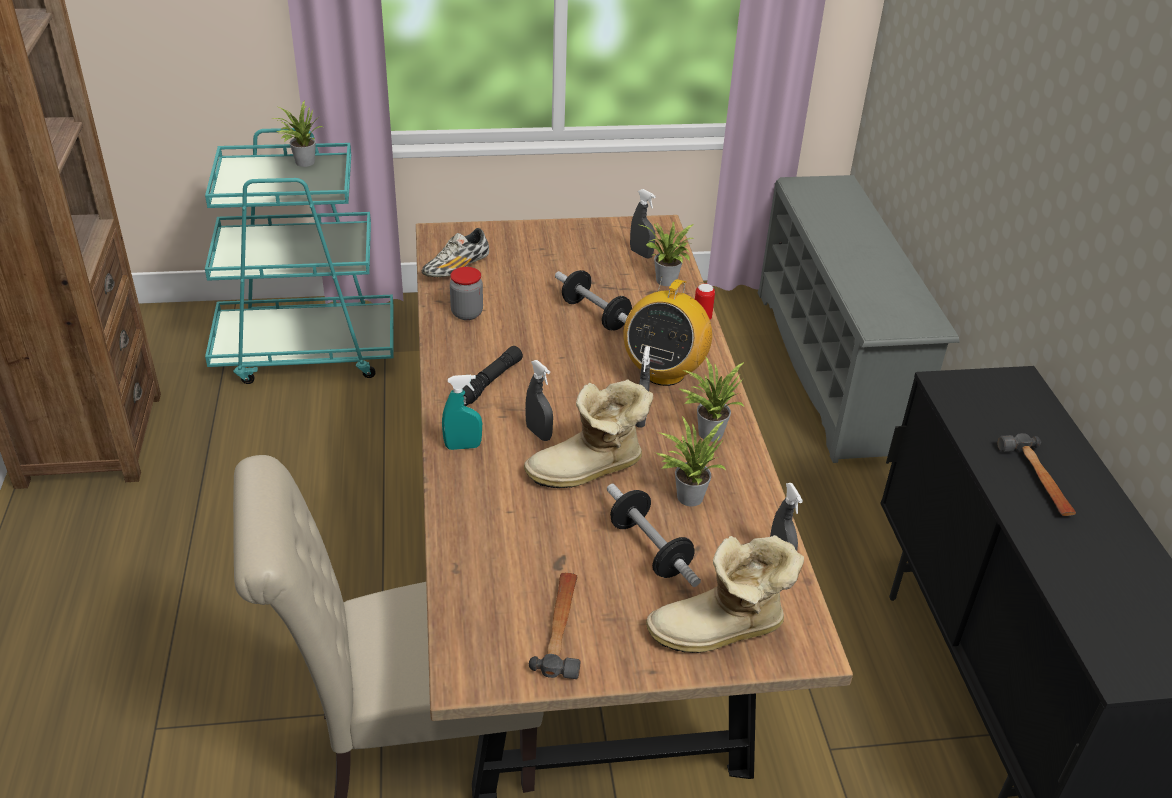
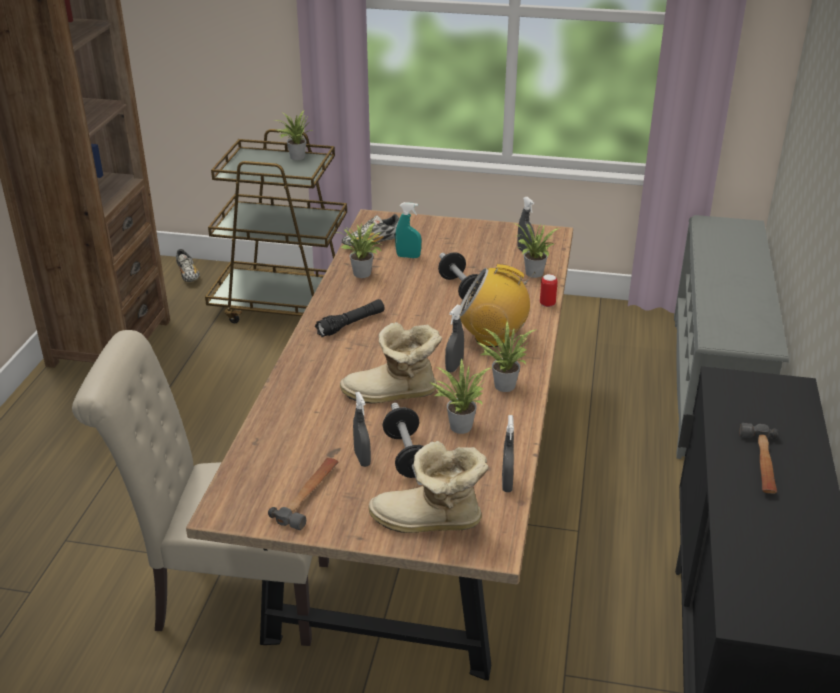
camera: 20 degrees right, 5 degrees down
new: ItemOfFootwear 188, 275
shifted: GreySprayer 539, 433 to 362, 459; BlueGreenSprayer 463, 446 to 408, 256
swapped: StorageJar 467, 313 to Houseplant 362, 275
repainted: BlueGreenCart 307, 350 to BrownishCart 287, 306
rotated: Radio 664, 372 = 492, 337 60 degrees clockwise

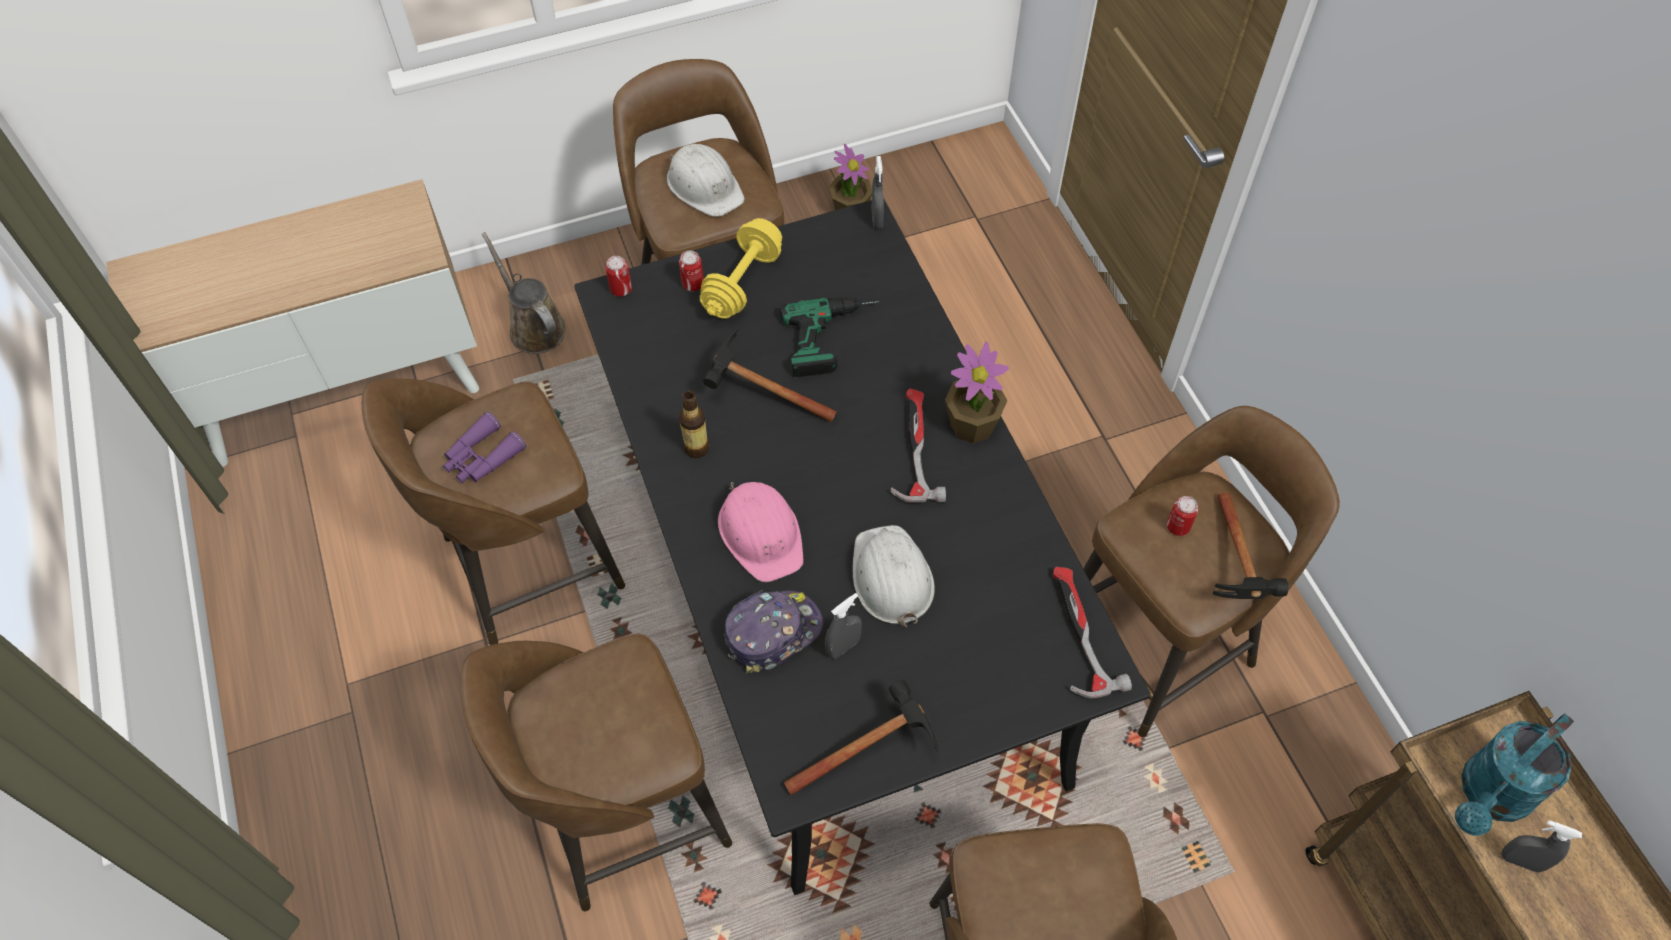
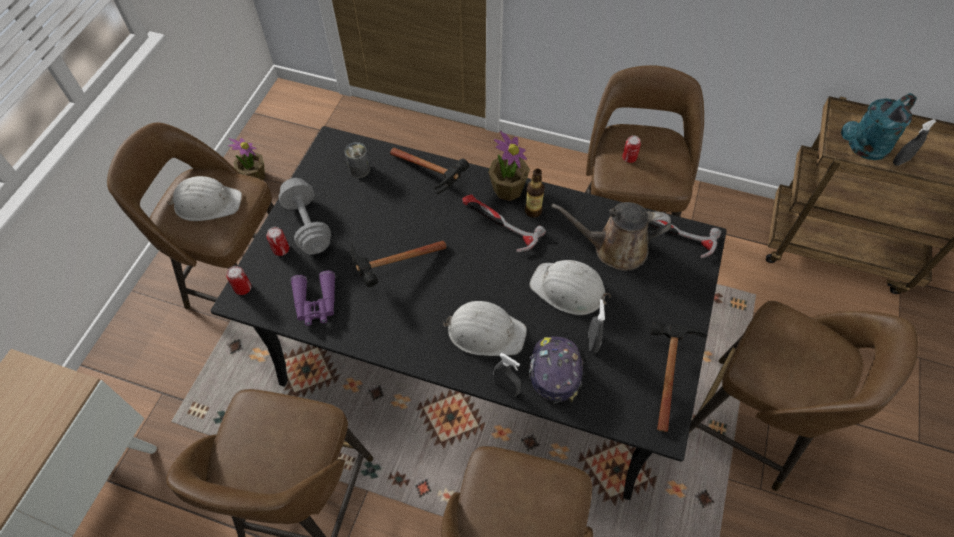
camera: 50 degrees left, 0 degrees up
gone: PowerDrill 834, 338
new: MetalCan 359, 169
shifted: PurplishFieldGlasses 482, 457 to 316, 303; Hammer 1238, 571 to 434, 179; GreySprayer 877, 219 to 506, 388; DrinkBottle 696, 448 to 533, 211; BrownishWateringCan 534, 327 to 614, 248
repainted: YellowishDumbbell 742, 283 to GreyDumbbell 308, 226; PinkSafetyHelmet 761, 533 to WhiteSafetyHelmet 485, 331
rotated: BlueGreenWateringCan 1489, 796 = 863, 148 60 degrees clockwise

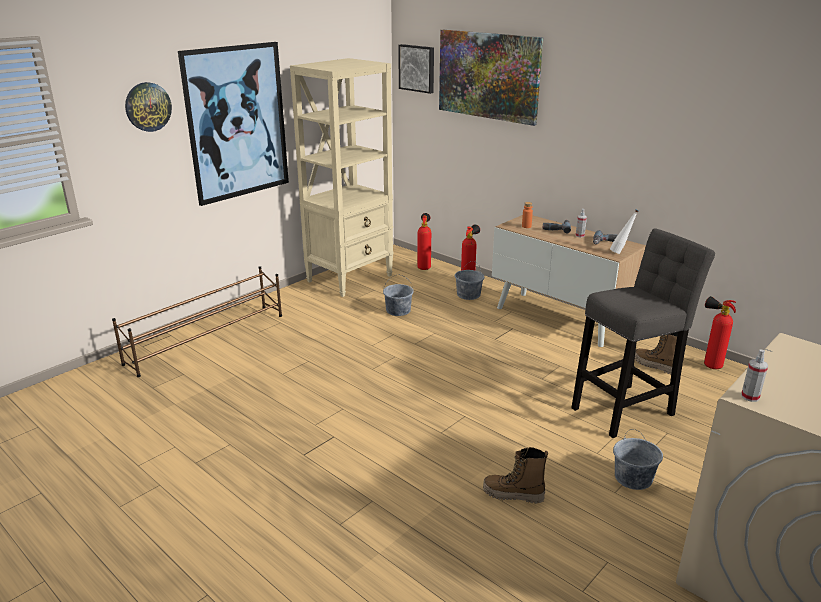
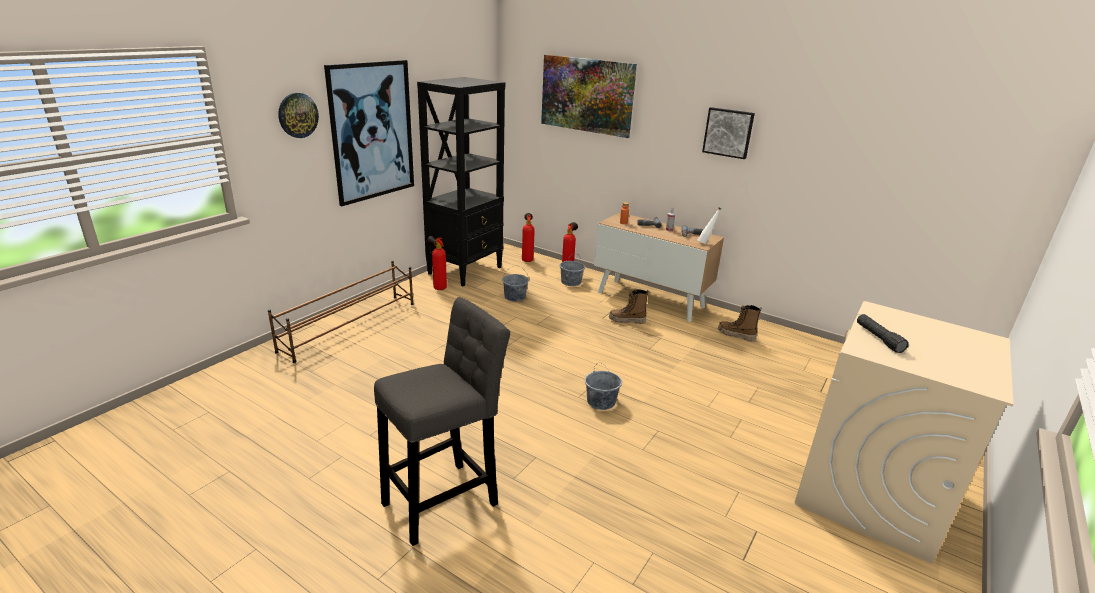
camera: 10 degrees left, 0 degrees up
gone: Sprayer 750, 397
new: BlackFlashlight 878, 339
shifted: GreyStoolSeat 626, 409 to 445, 500; Extinguisher 708, 365 to 438, 287; GreyWaterBucket 633, 478 to 601, 402; Boot 513, 495 to 627, 321; Picture 417, 68 to 728, 132
repainted: BeigeBookcase 350, 278 to BlackBookcase 465, 270

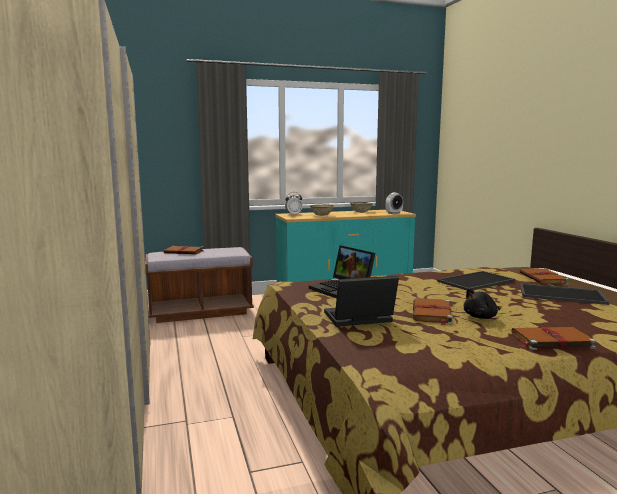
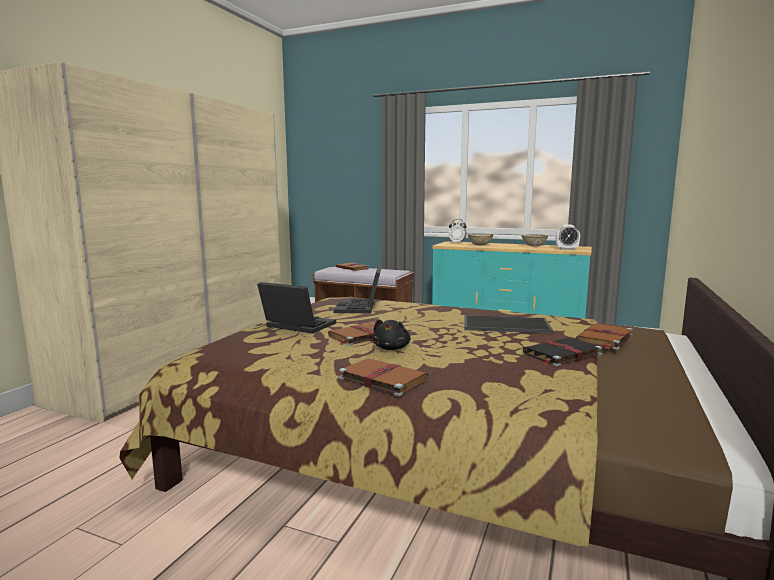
camera: 40 degrees right, 0 degrees up
swapped: CarryingTray 562, 294 to BlackBook 561, 354
rotated: BlackSoftToy 481, 317 = 392, 348 90 degrees counterclockwise

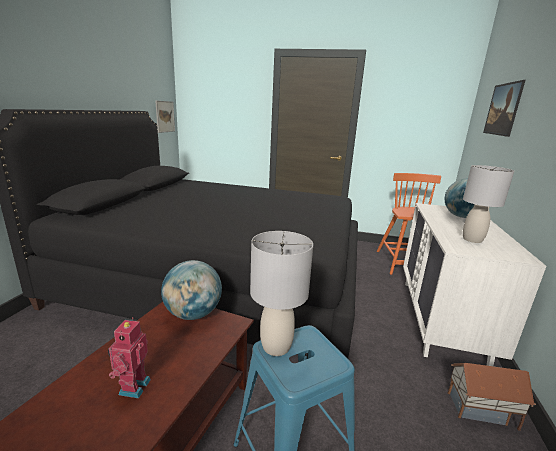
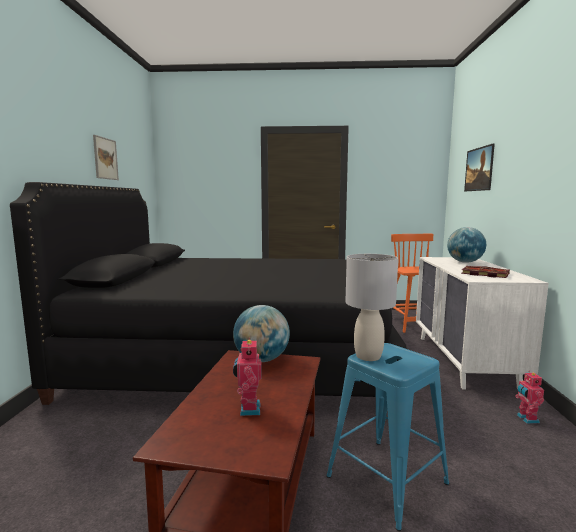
camera: 10 degrees left, 10 degrees down
shifted: Picture 165, 116 to 105, 158
swapped: GreyTabletopLamp 472, 239 to Book 483, 274; ModelHouse 481, 411 to ToyRobot 526, 419

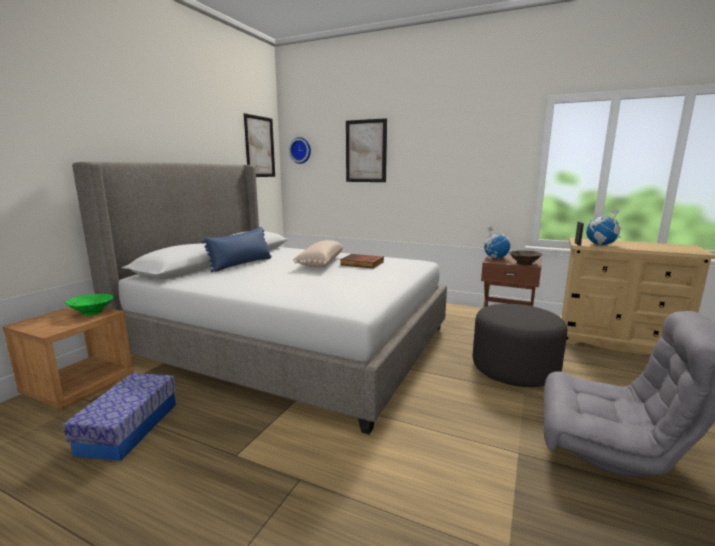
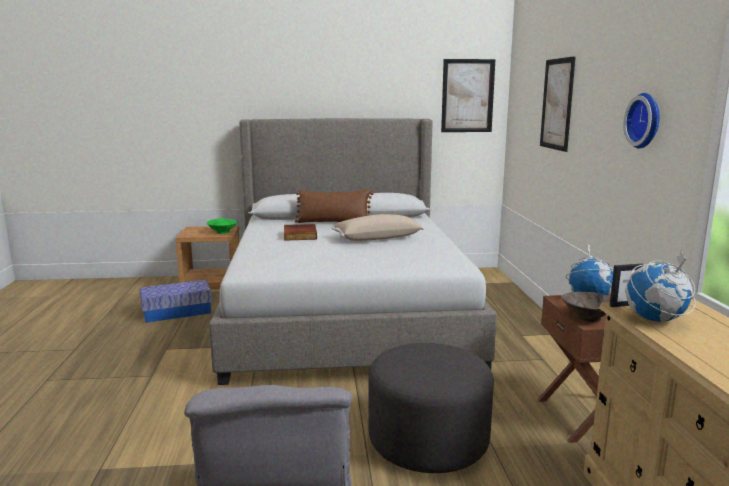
camera: 60 degrees right, 0 degrees up
shifted: Book 361, 263 to 299, 235; ClockOnTheWall 301, 150 to 646, 120
repainted: BluePillow 241, 264 to BrownishPillow 334, 222

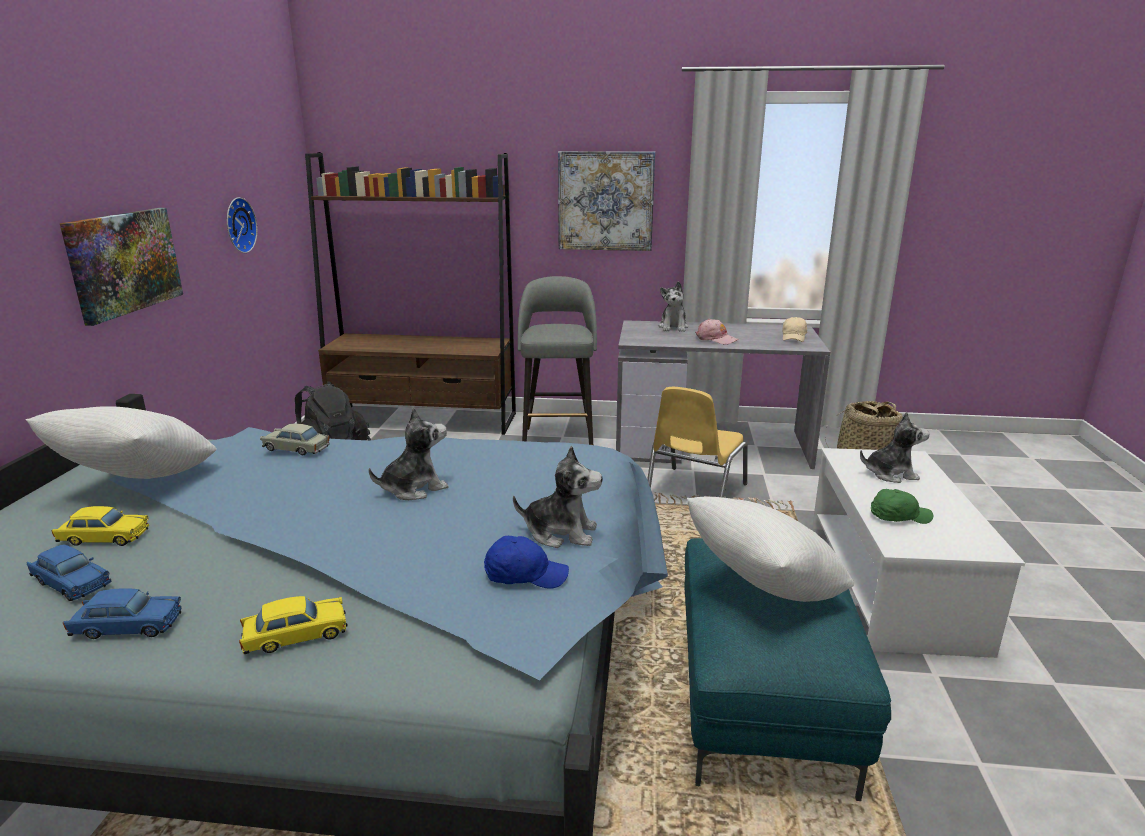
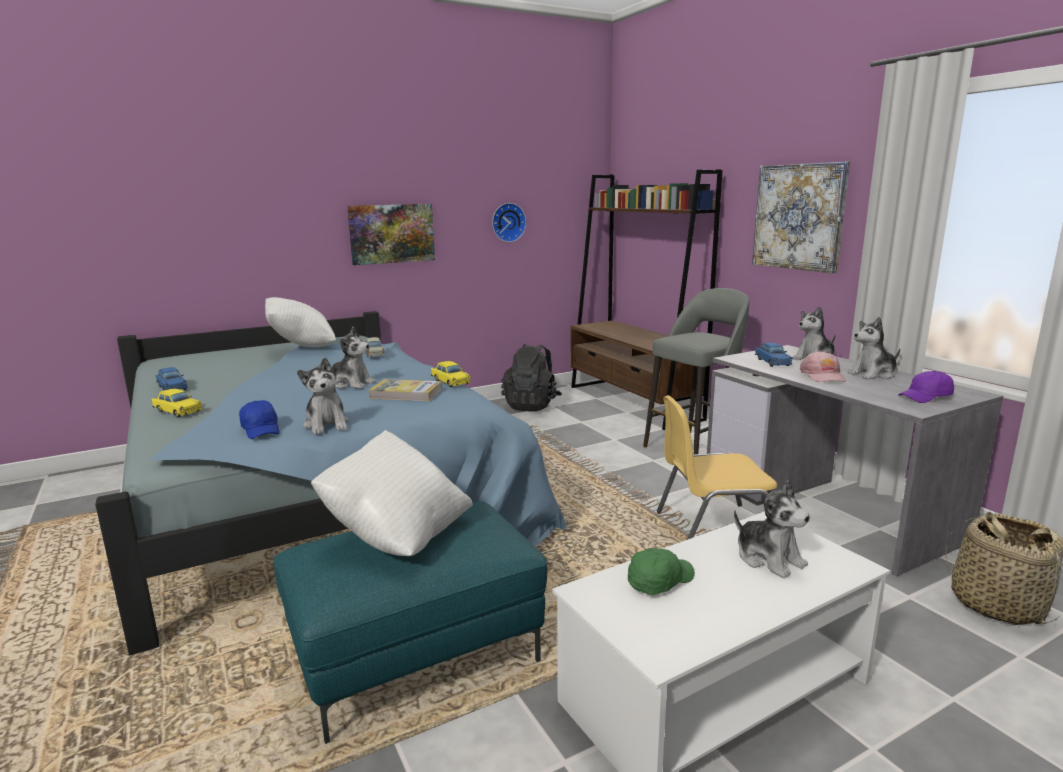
camera: 55 degrees right, 5 degrees down
new: Book 406, 393; SoftToy 873, 374
shifted: YellowishMiniatureCar 104, 537 to 450, 381; BlueMiniatureCar 71, 583 to 772, 362
repainted: BeigeCap 793, 337 to PurplishCap 926, 397
rotated: GreenishCap 898, 516 = 659, 581 90 degrees counterclockwise

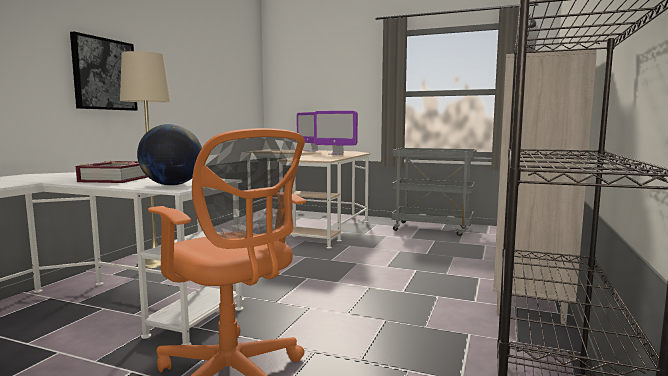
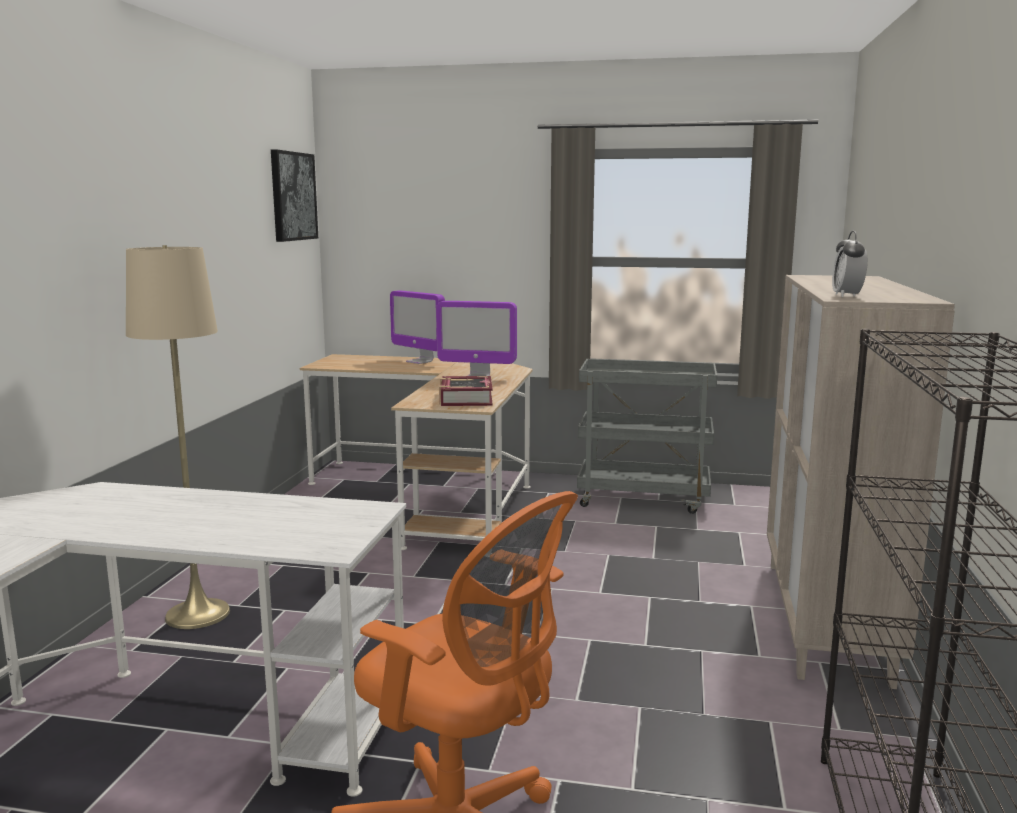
camera: 10 degrees left, 5 degrees up
gone: DeskGlobe 172, 185
shifted: Picture 104, 74 to 292, 196; Book 117, 179 to 465, 399

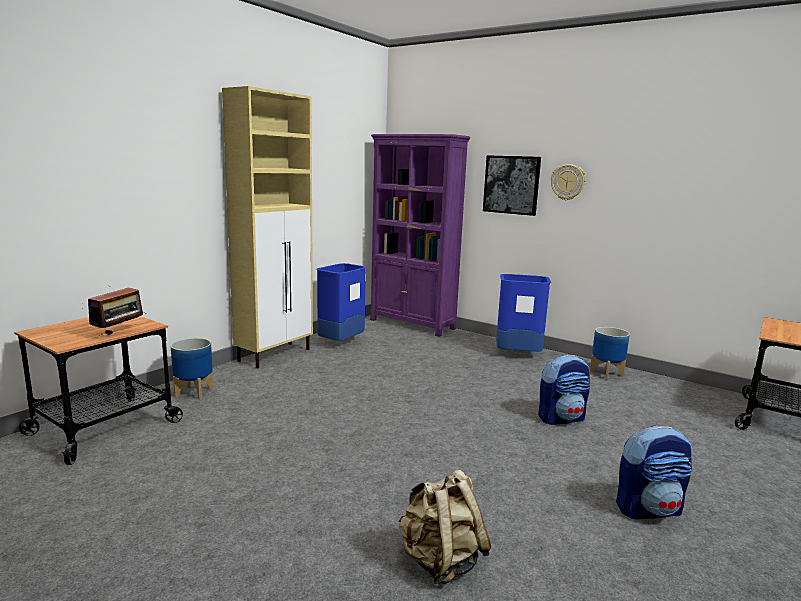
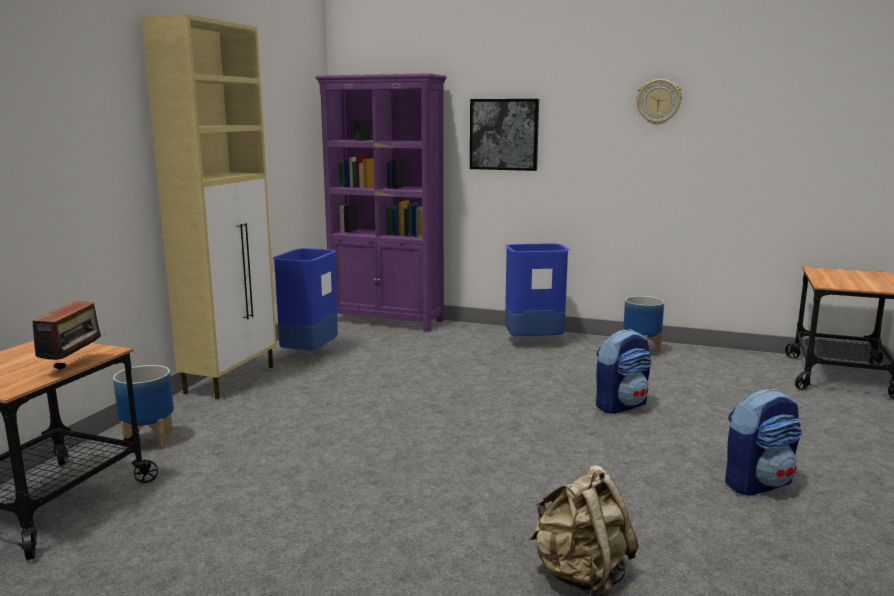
camera: 15 degrees left, 0 degrees up
shifted: ClockOnTheWall 568, 182 to 658, 102

